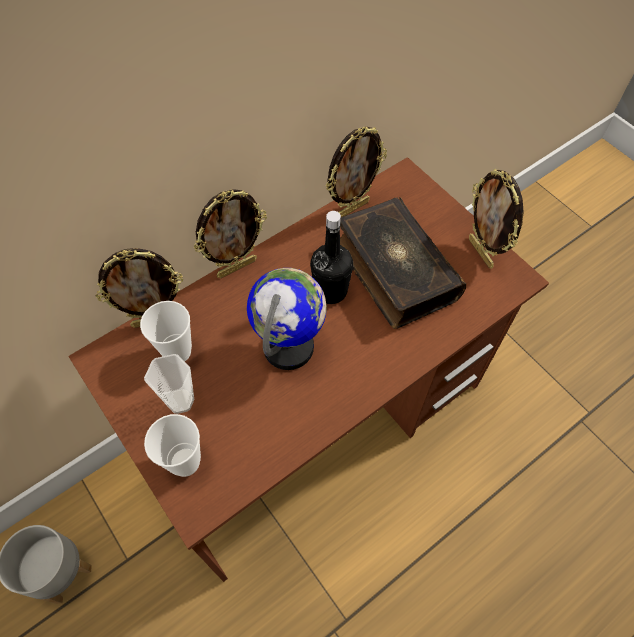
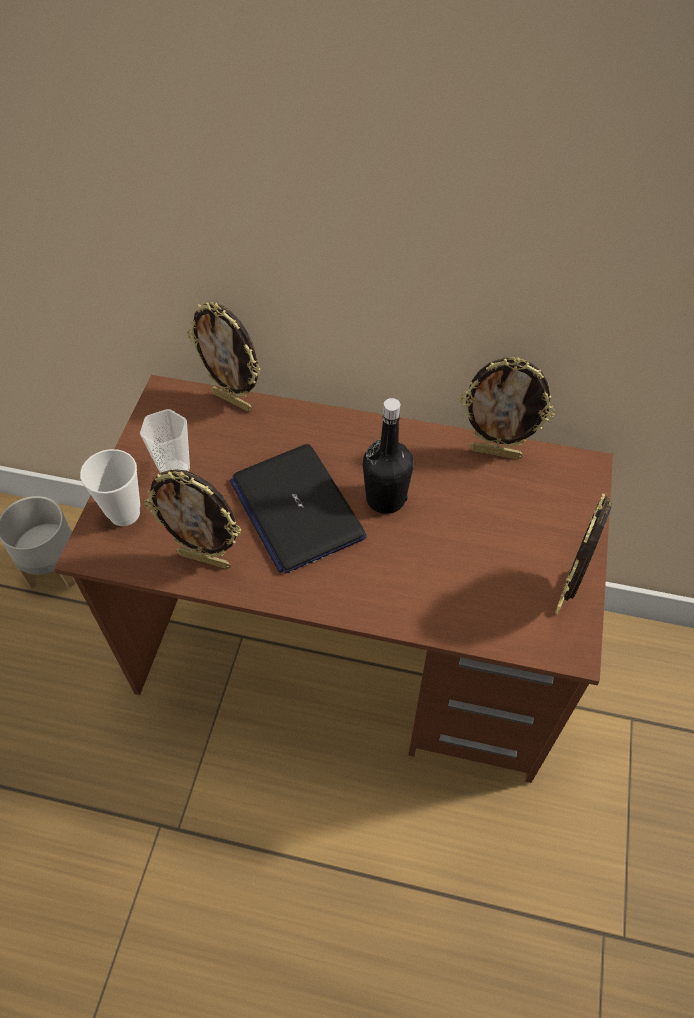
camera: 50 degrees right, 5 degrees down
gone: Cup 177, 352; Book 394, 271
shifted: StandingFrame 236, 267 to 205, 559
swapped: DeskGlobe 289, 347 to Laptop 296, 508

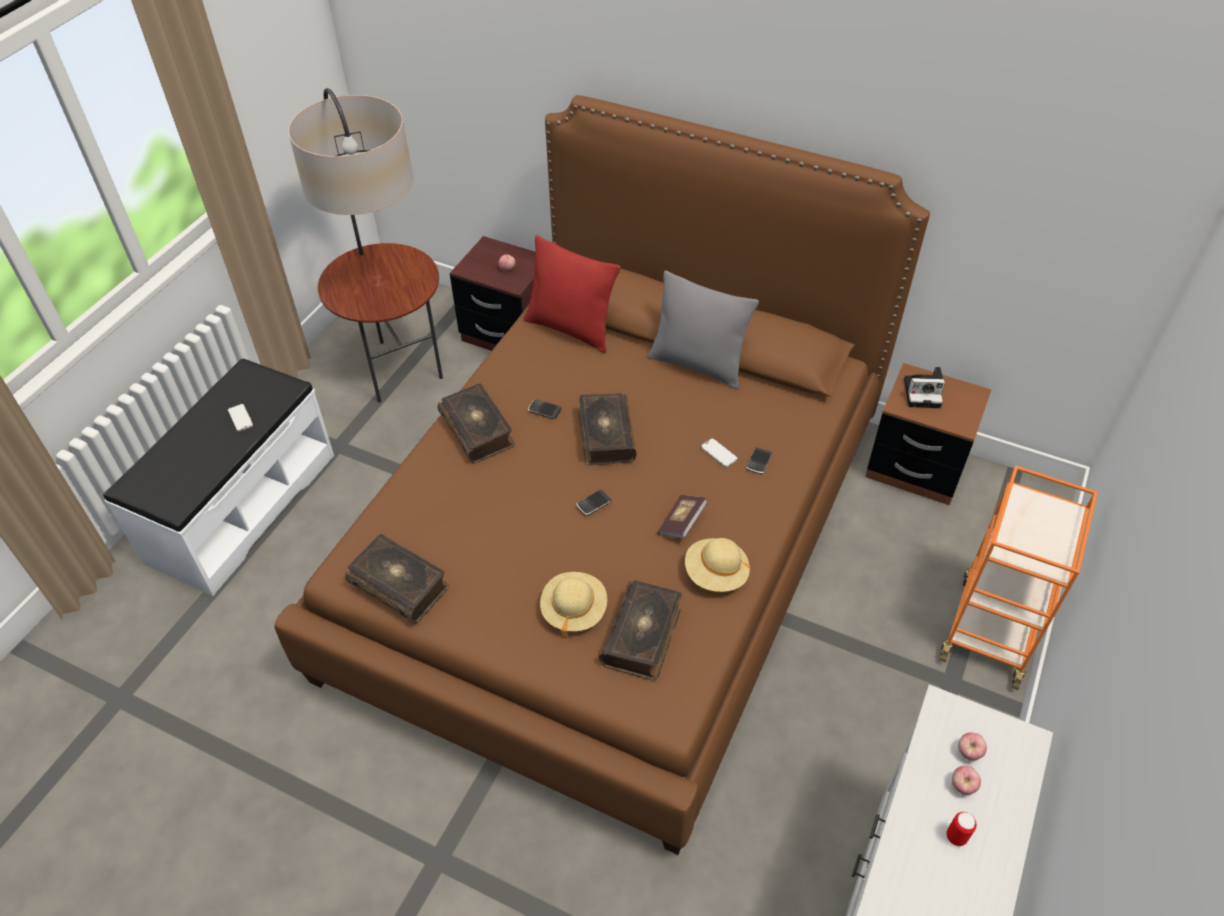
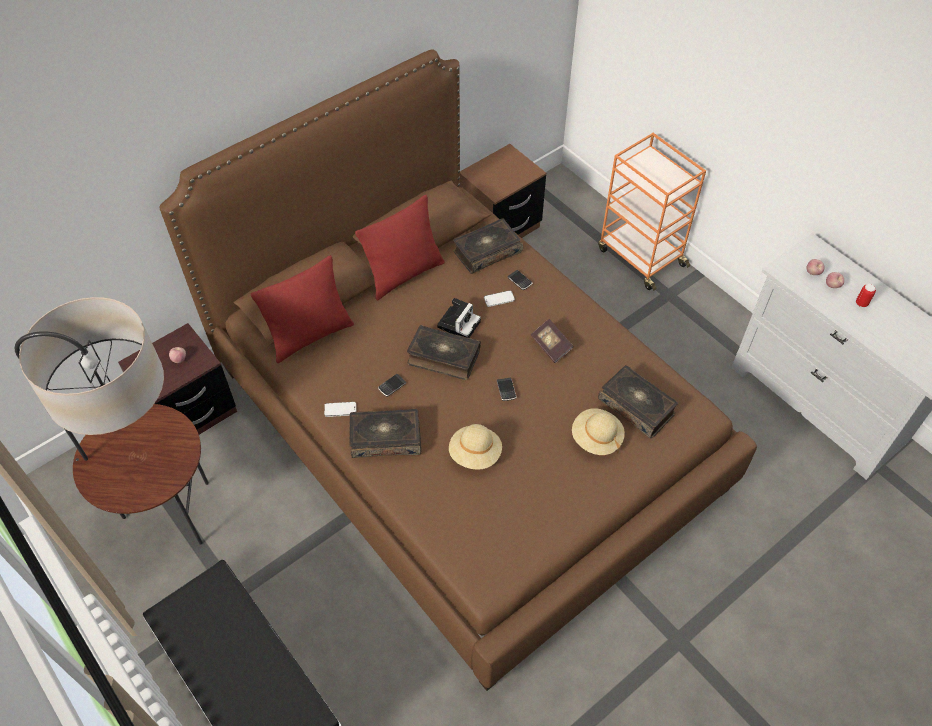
camera: 65 degrees left, 5 degrees up
shifted: Telephone 240, 418 to 340, 410; PhotoCamera 923, 393 to 459, 323; BeigeClothingHat 716, 574 to 475, 454; Book 400, 585 to 487, 252
repainted: GreyPillow 697, 365 to ReddishPillow 404, 274

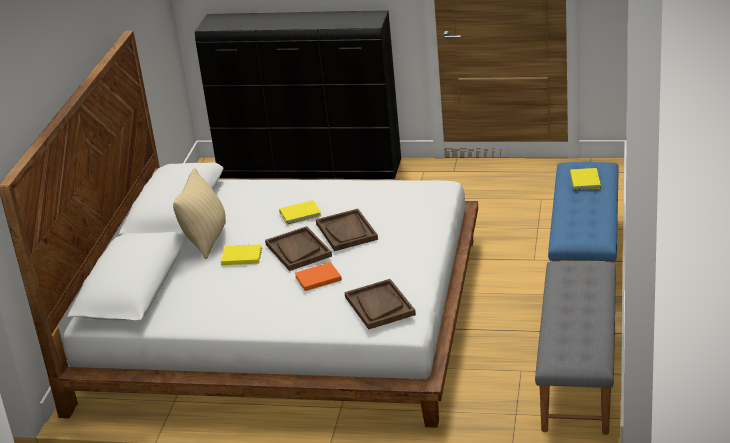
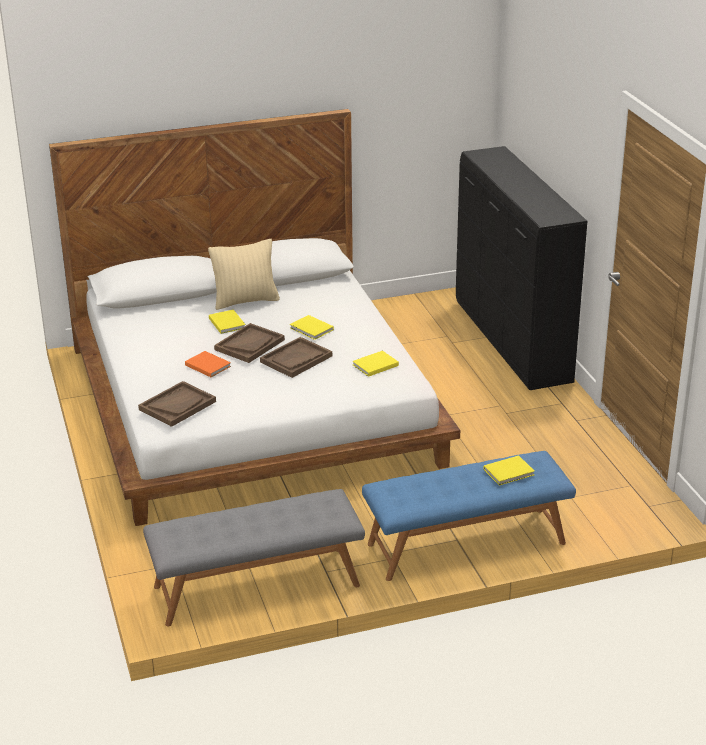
camera: 60 degrees right, 0 degrees up
new: YellowishBook 374, 365

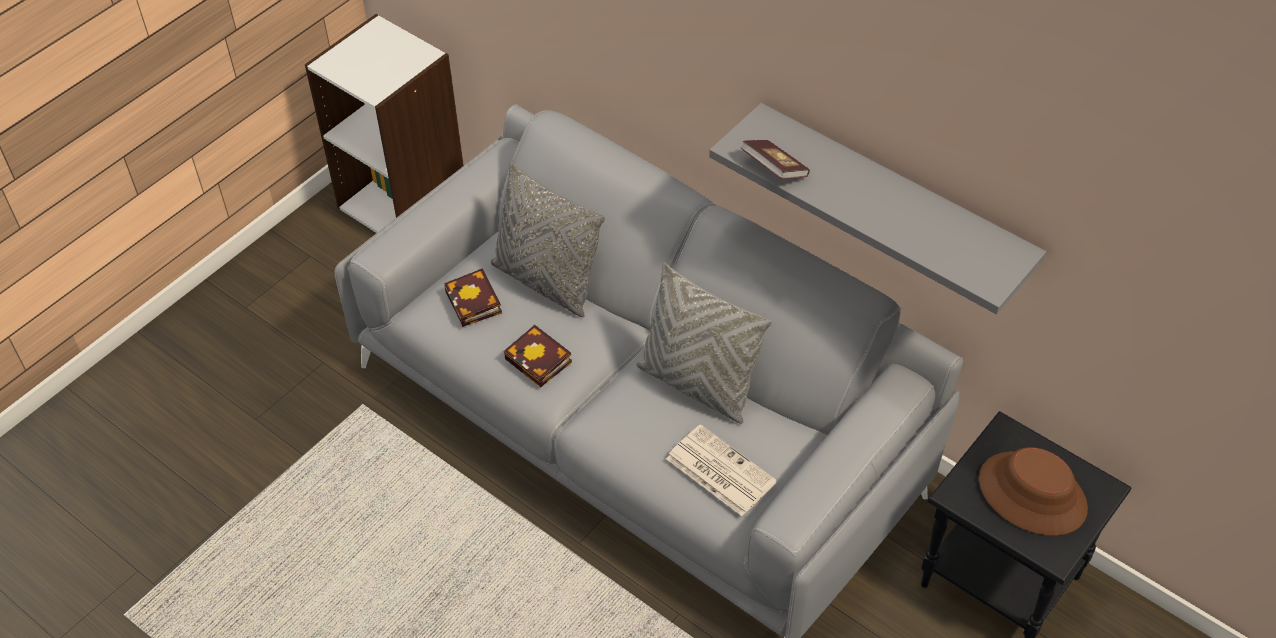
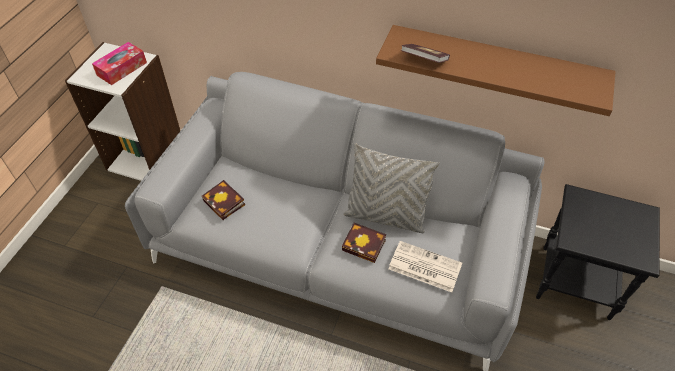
camera: 20 degrees left, 0 degrees up
gone: GreyPillow 546, 281; BrownishClothingHat 1032, 494
new: BoxOfTissues 122, 69
shifted: Book 541, 361 to 366, 245
repainted: GreyShelf 893, 200 to BrownishShelf 494, 66

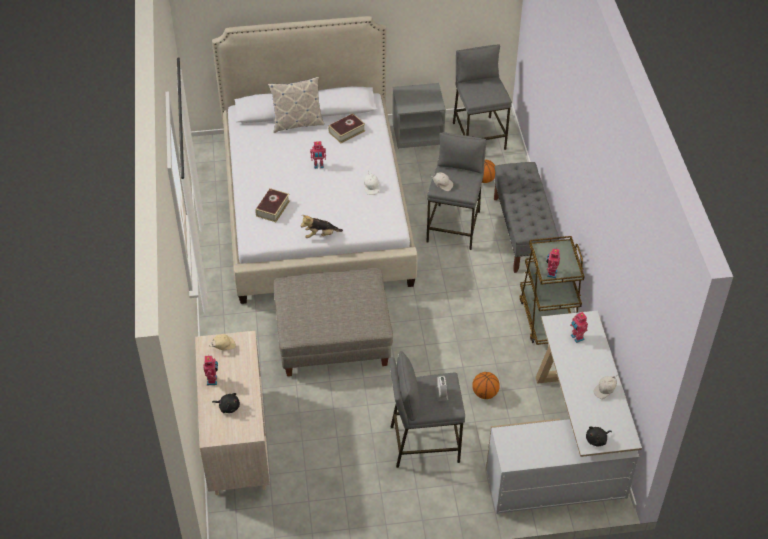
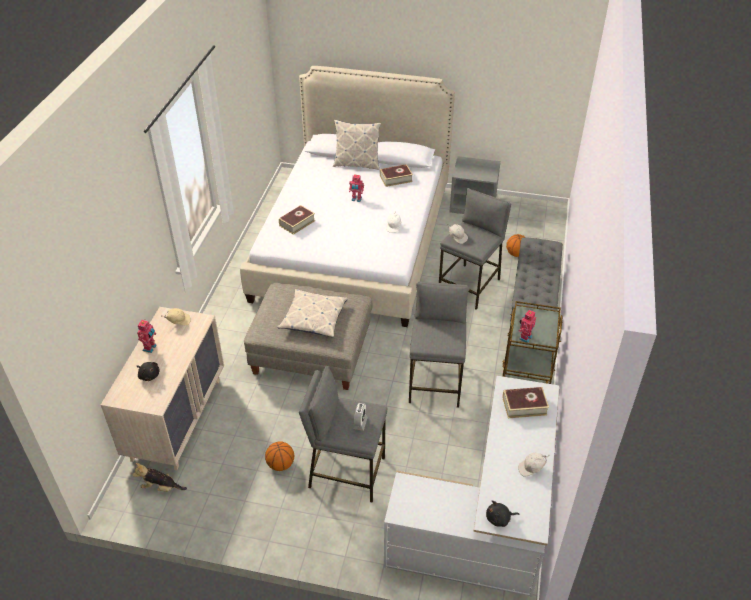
camera: 20 degrees right, 5 degrees down
new: Pillow 313, 318
shifted: SoftToy 320, 235 to 161, 487; BasketballBall 485, 393 to 281, 465; GreyStoolSeat 478, 136 to 435, 382
swapped: ToyRobot 576, 337 to Book 524, 406

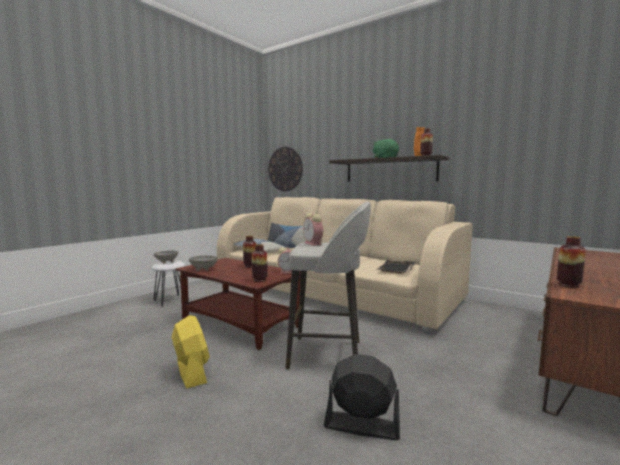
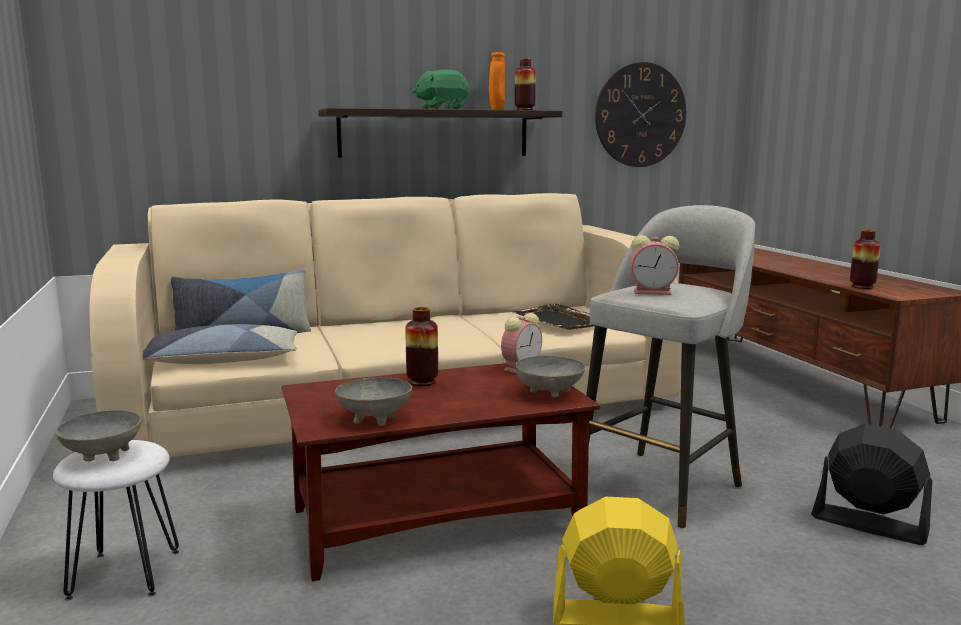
camera: 55 degrees left, 5 degrees up
shifted: ClockOnTheWall 285, 169 to 640, 115
swapped: Vase 260, 280 to GreyServingBowl 548, 393
rotated: BlackFan 361, 425 = 868, 524 75 degrees clockwise

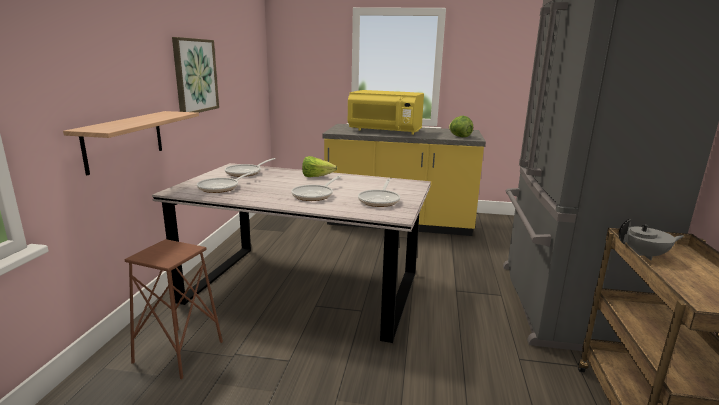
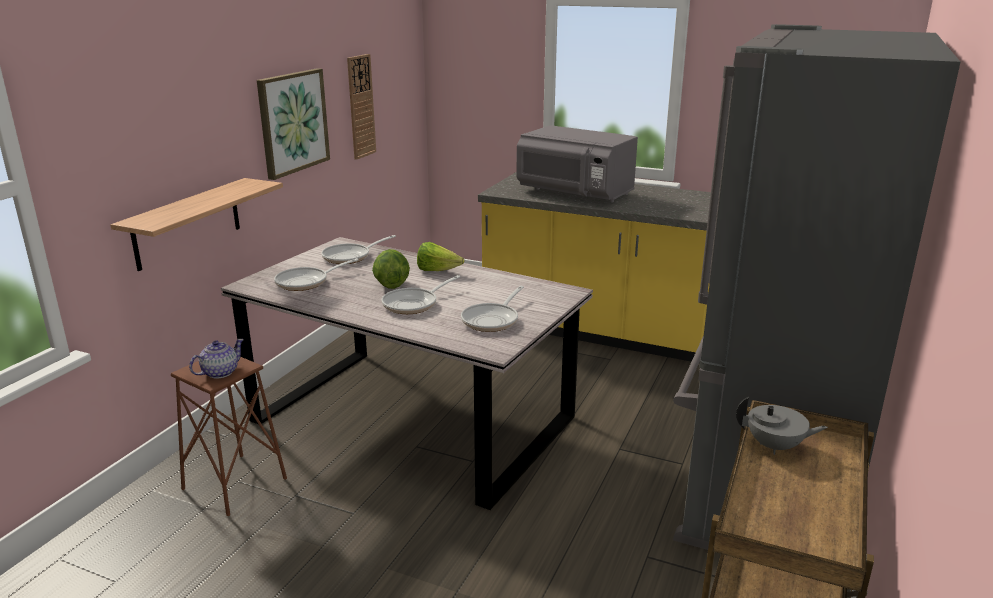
camera: 15 degrees right, 5 degrees up
new: PotForTea 219, 372; ClockOnTheWall 361, 106
shifted: HeadOfLettuce 459, 136 to 391, 285
repainted: YellowishMicrowaveOven 385, 131 to GreyMicrowaveOven 575, 193

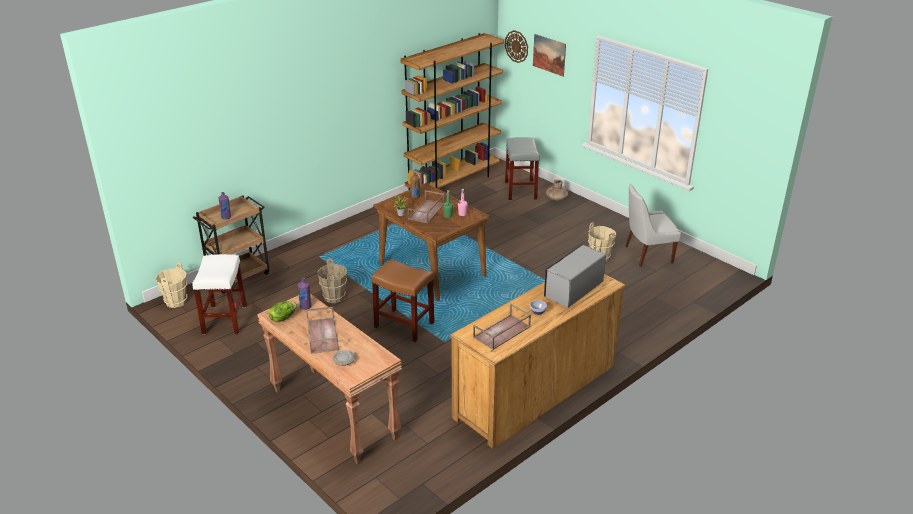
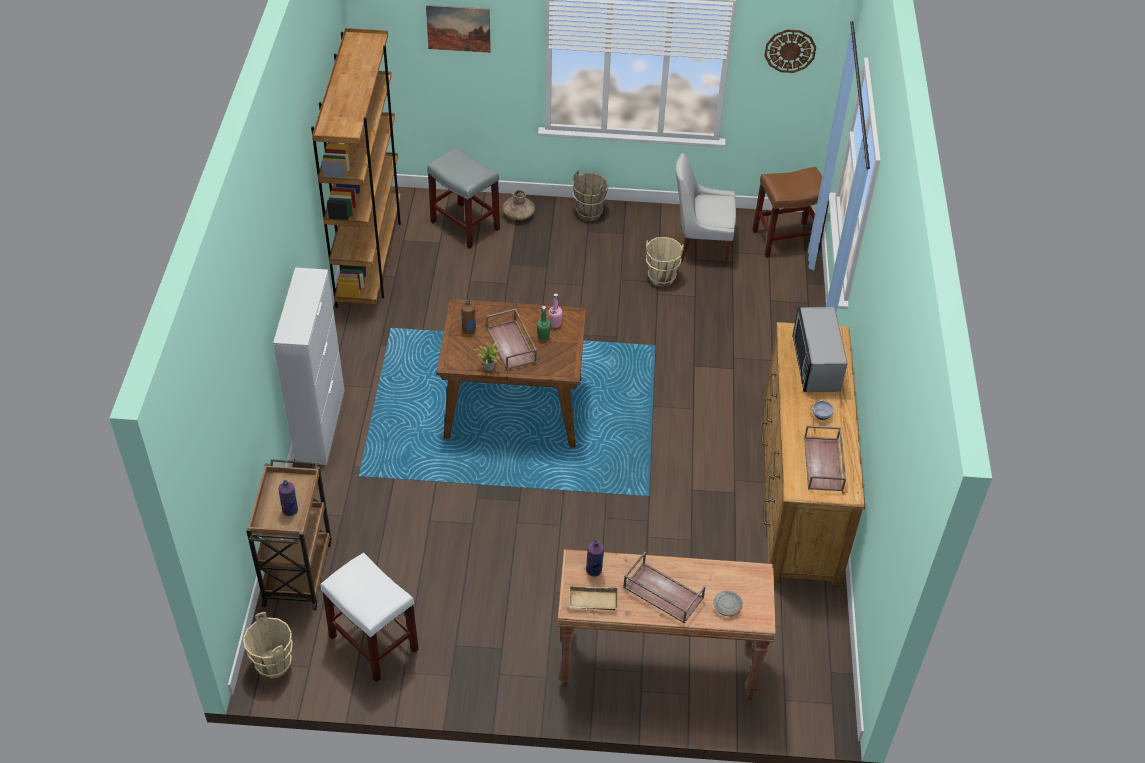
camera: 45 degrees left, 15 degrees up
new: WhiteCupboard 320, 425
shifted: BrownishWaterBucket 334, 297 to 589, 213; BrownishStoolSeat 403, 325 to 785, 240; ClockOnTheWall 516, 46 to 790, 50
swapped: HeadOfLettuce 283, 318 to BeigeCarryingTray 592, 602
rotated: WhiteUprightChair 646, 255 = 700, 245 60 degrees clockwise

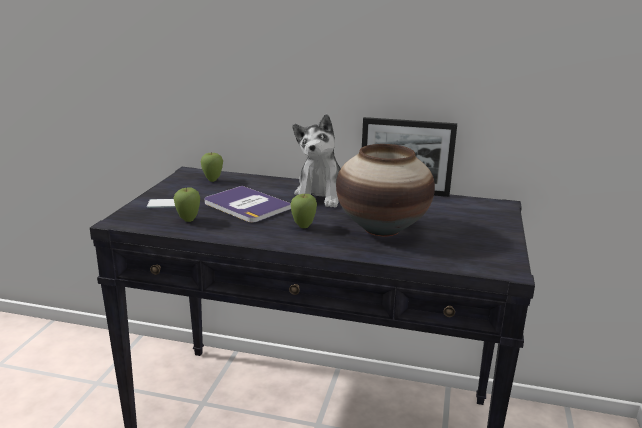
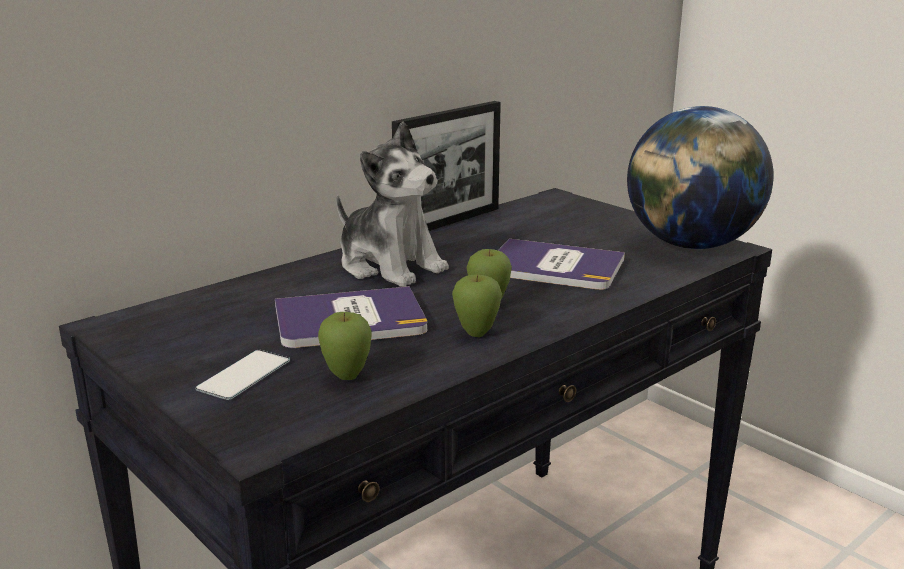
camera: 55 degrees left, 0 degrees up
new: DeskGlobe 691, 245
shifted: WholeApple 212, 180 to 476, 333
swapped: Vase 381, 229 to Book 554, 267

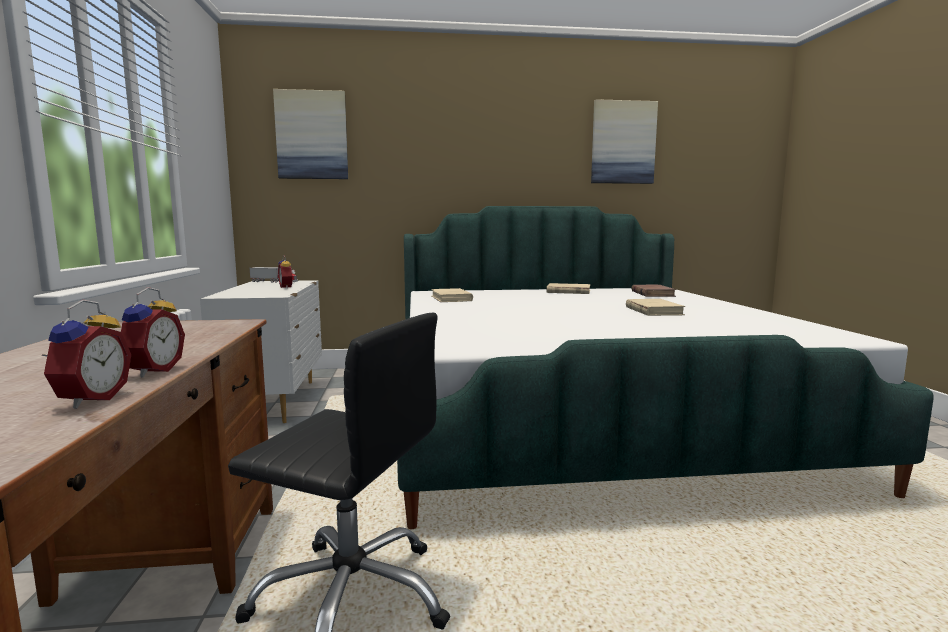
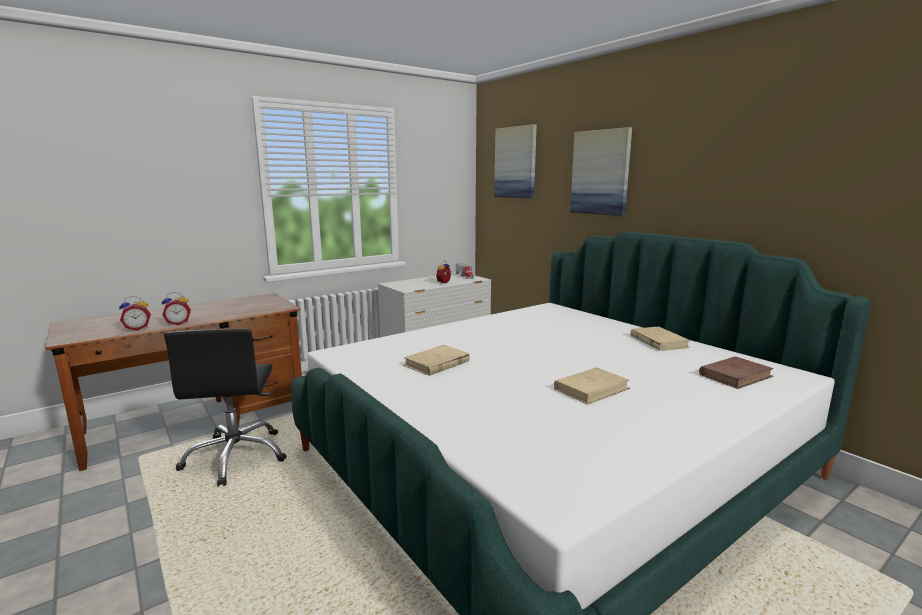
camera: 60 degrees right, 5 degrees up
shifted: BeigeBook 451, 298 to 436, 363; Picture 623, 142 to 600, 172

